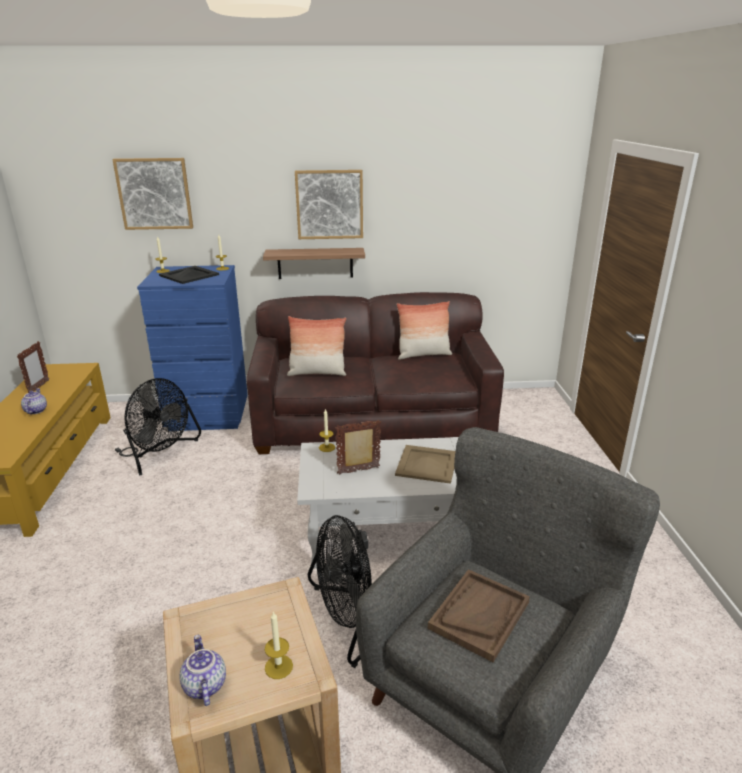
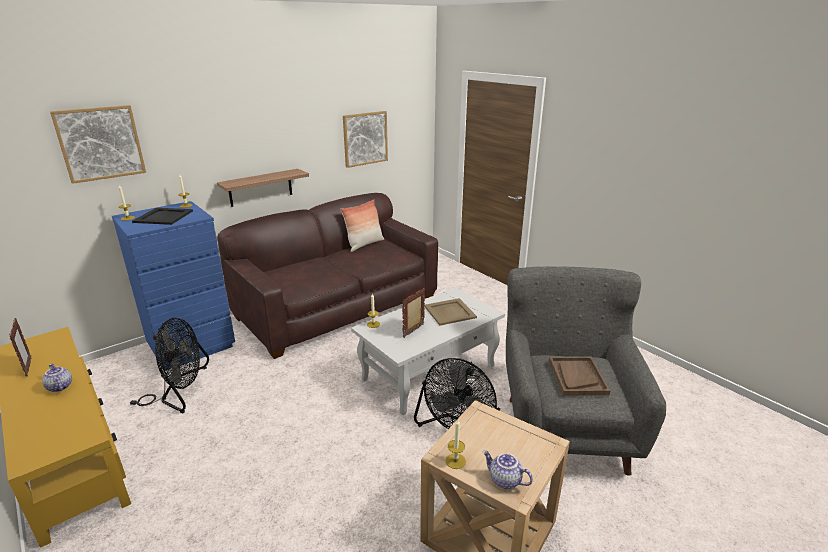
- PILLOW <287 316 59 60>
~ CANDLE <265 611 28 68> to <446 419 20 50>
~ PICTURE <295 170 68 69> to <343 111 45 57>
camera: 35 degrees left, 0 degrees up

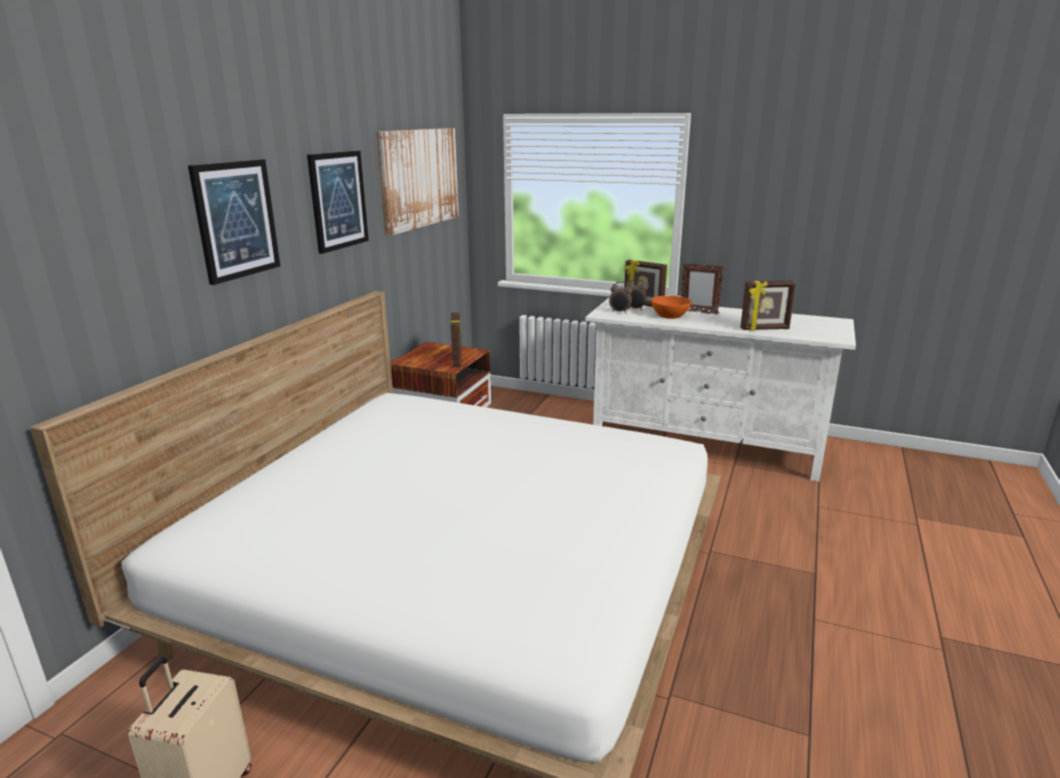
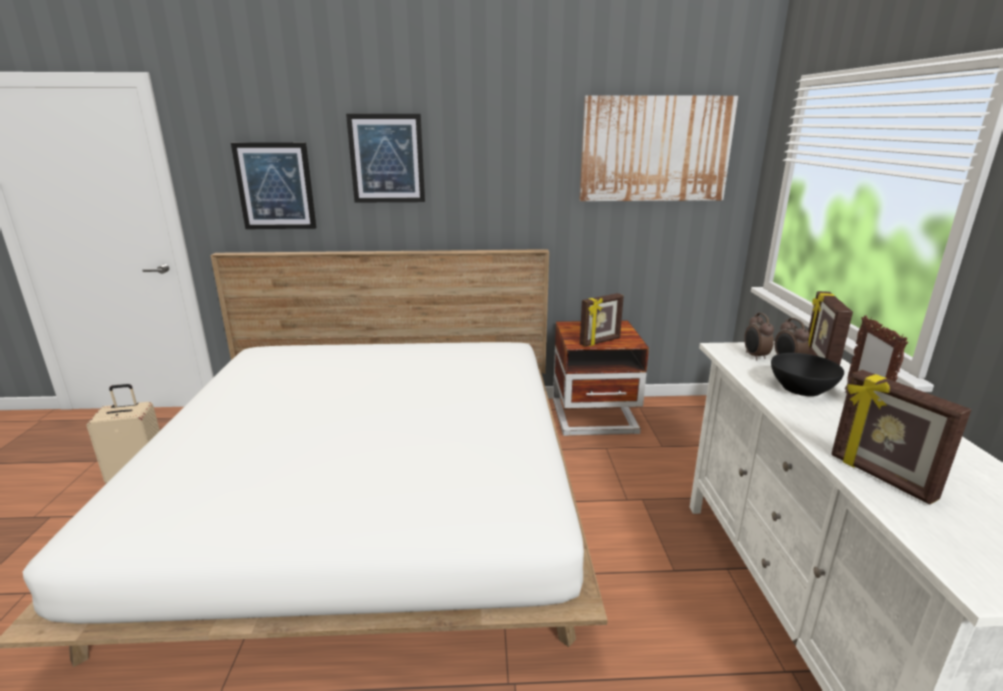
~ PICTURE <307 151 62 103> to <231 142 85 87>
~ ORANGE BOWL <651 296 40 23> to BLACK BOWL <771 353 73 43>
camera: 65 degrees right, 0 degrees up

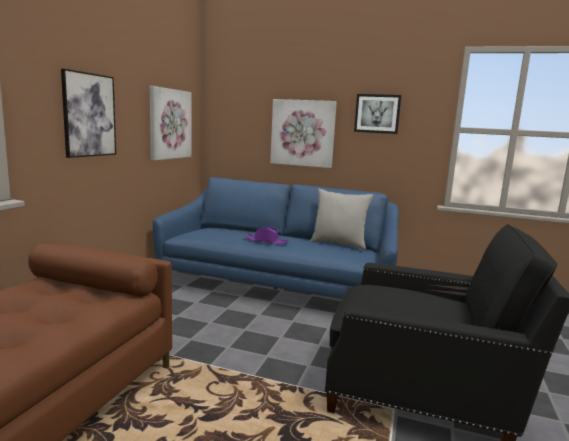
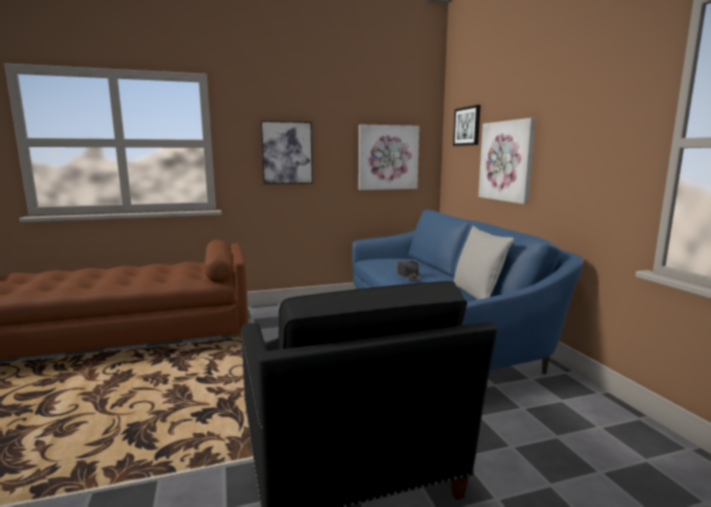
~ PICTURE <354 94 47 40> to <453 105 28 41>
~ PURPLE HAT <245 227 44 17> to BLACK HAT <396 260 25 20>
camera: 55 degrees right, 0 degrees up

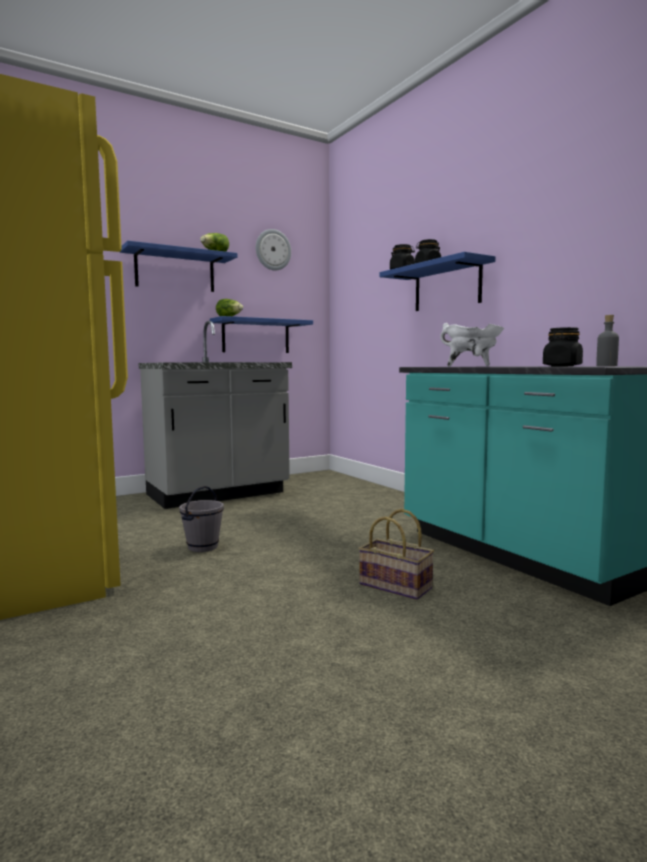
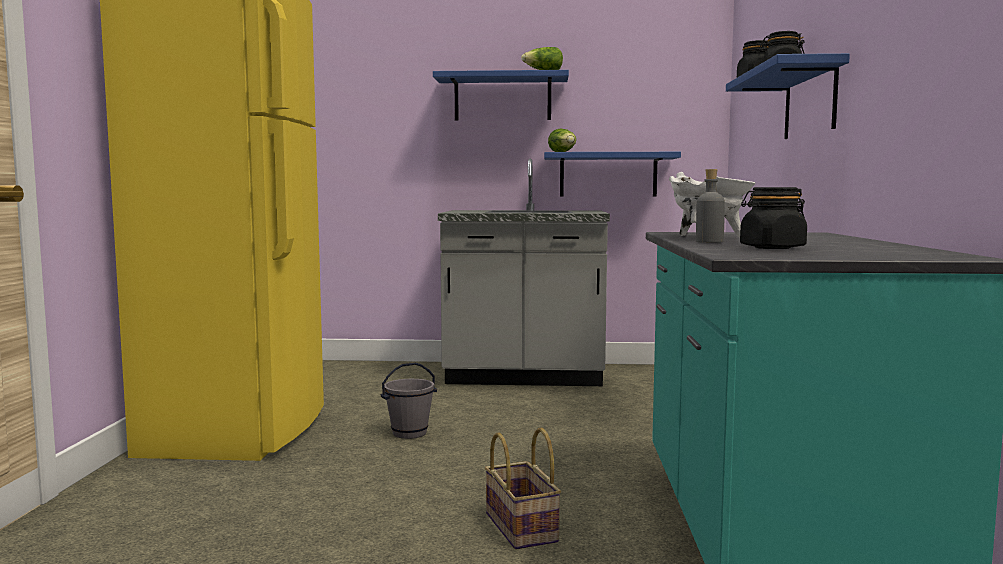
- WALL CLOCK <256 229 35 41>
~ GREY BOTTLE <596 315 23 51> to <696 169 29 74>
camera: 35 degrees right, 0 degrees up

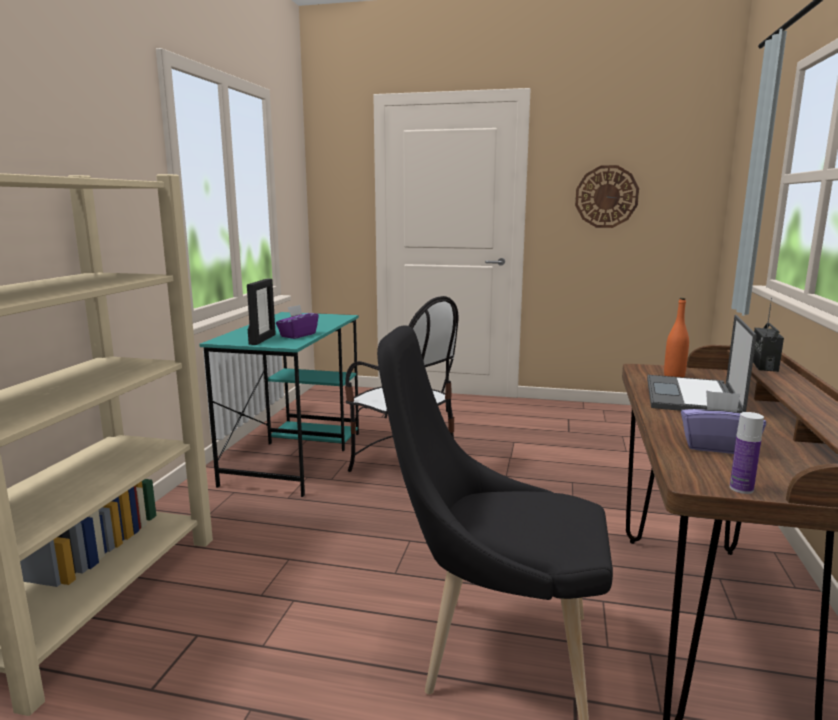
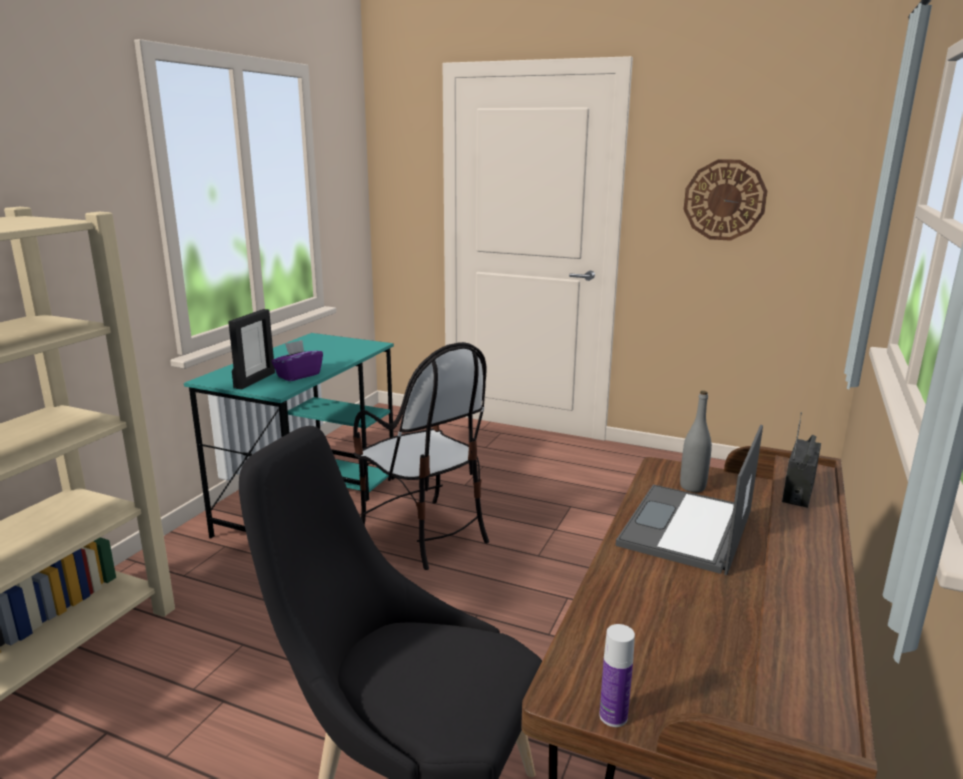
- PURPLE TISSUE BOX <681 390 85 64>
~ ORANGE BOTTLE <664 298 25 79> to GREY BOTTLE <680 391 32 101>
camera: 10 degrees right, 5 degrees up

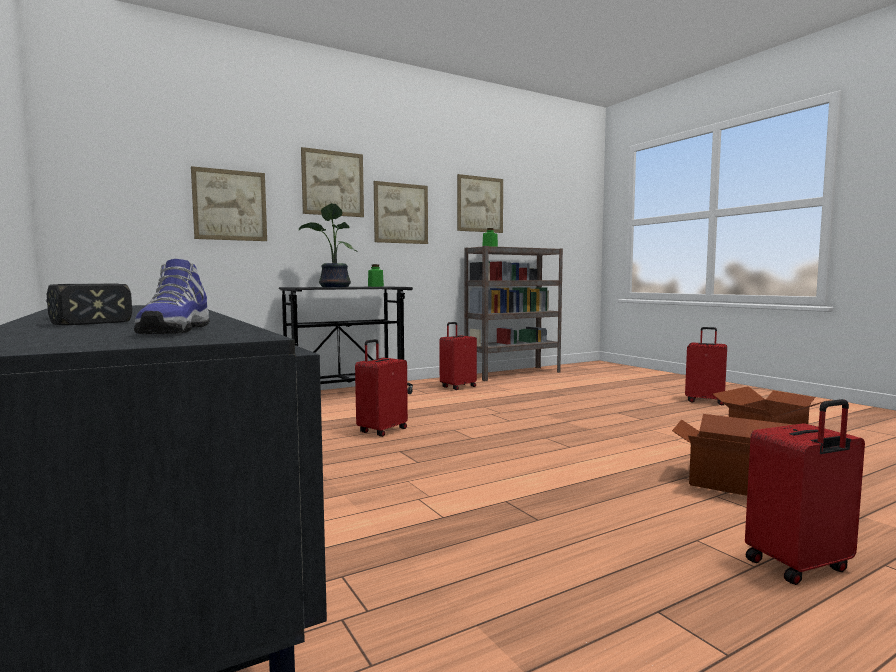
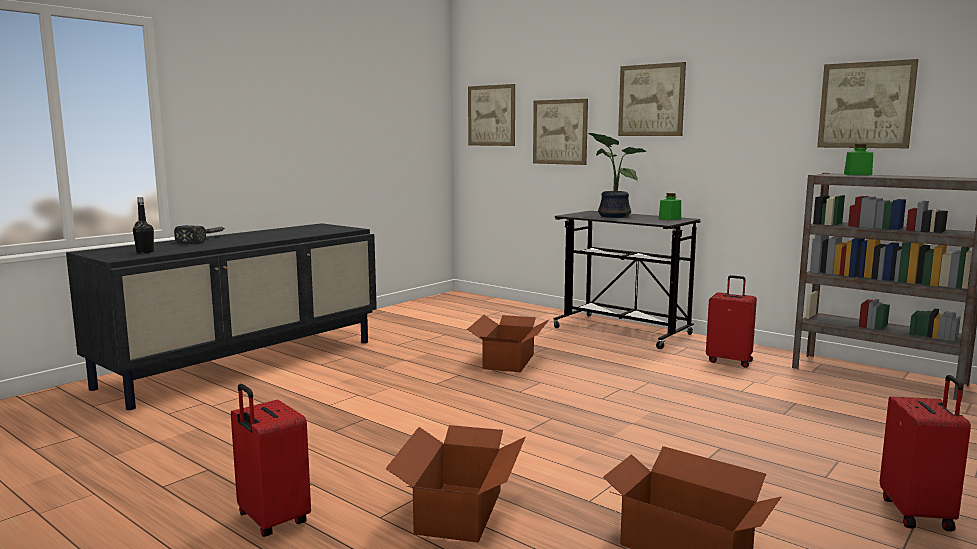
~ PICTURE <374 181 54 63> to <468 84 47 62>
~ SHOE <134 259 76 75> to BLACK BOTTLE <133 197 21 56>
~ RED SUITCASE <355 339 53 98> to CARDBOARD BOX <467 315 82 57>
camera: 70 degrees right, 5 degrees up

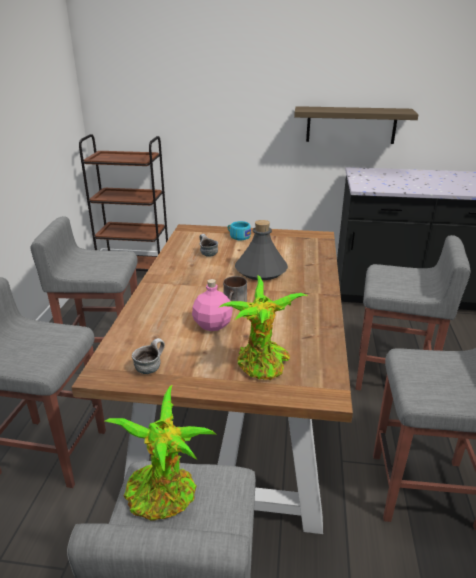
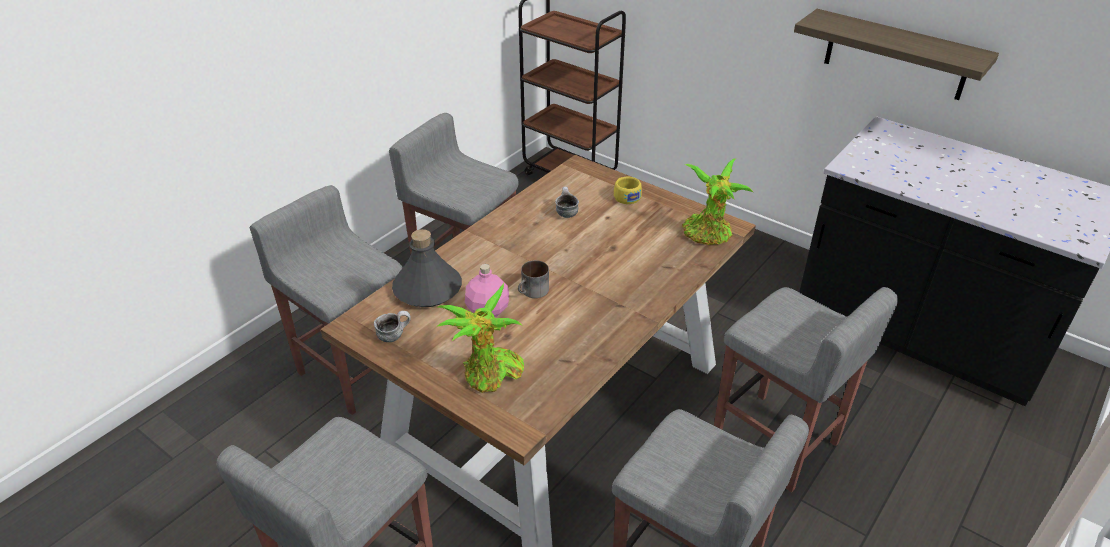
~ POTTED PLANT <105 385 111 136> to <682 158 71 87>
~ GREY BOTTLE <235 220 53 60> to <392 229 70 78>
~ TURQUOISE CUP <228 221 23 19> to YELLOW CUP <614 177 28 27>
camera: 30 degrees right, 10 degrees up

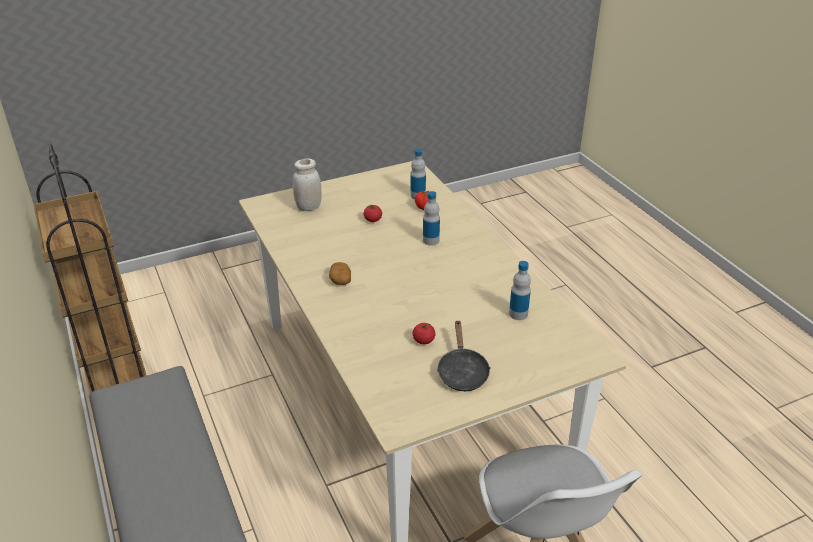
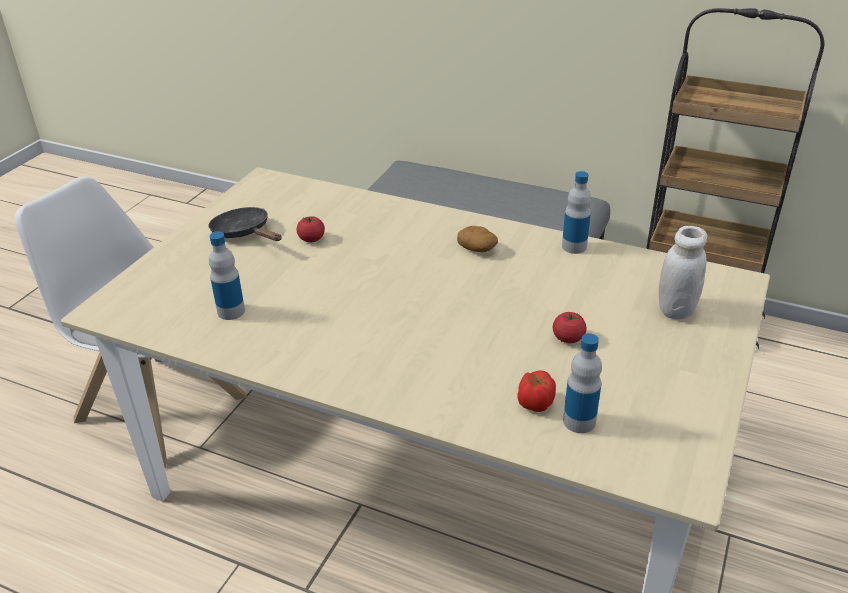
~ BOTTLE <423 191 17 55> to <562 171 29 83>
camera: 140 degrees right, 0 degrees up

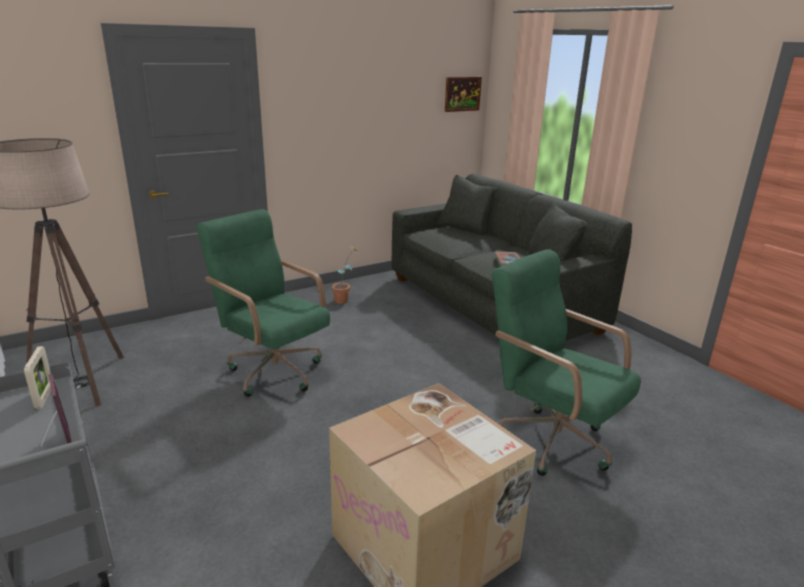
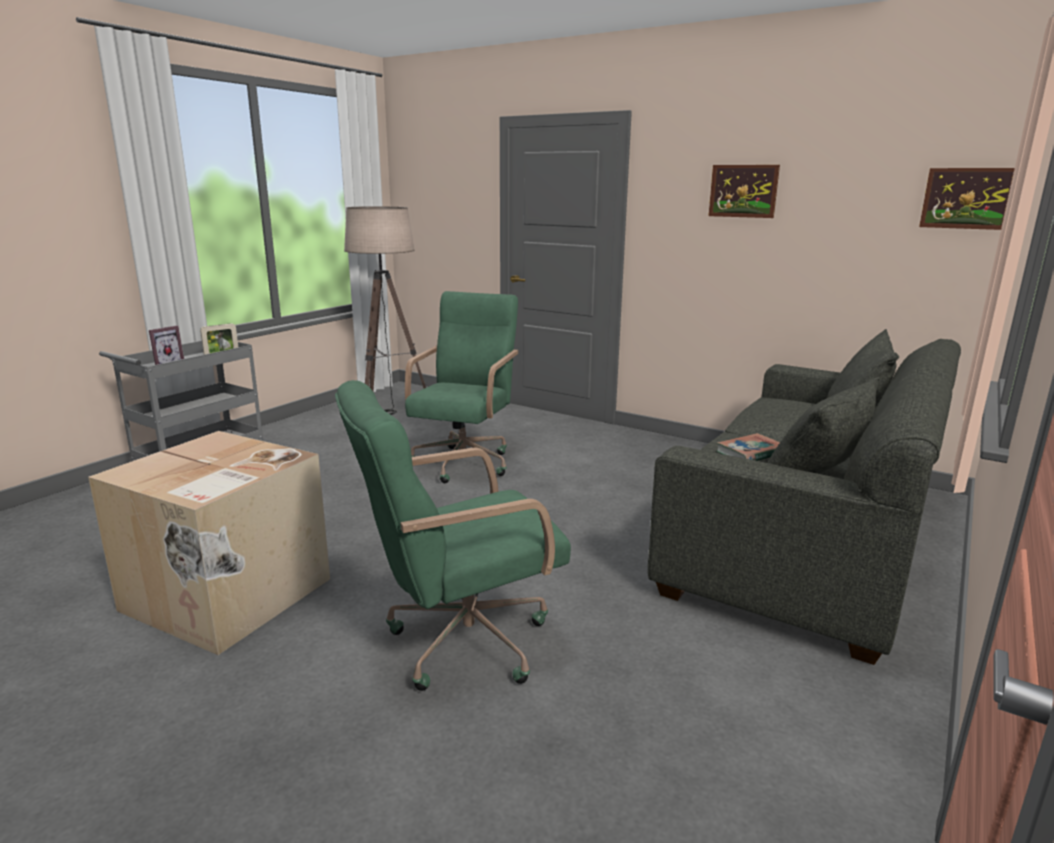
- POTTED PLANT <332 246 28 58>
+ PICTURE <708 165 72 53>
~ GREEN OFFICE CHAIR <491 249 150 227> = <335 380 236 311> 135 degrees counterclockwise
camera: 65 degrees right, 5 degrees down

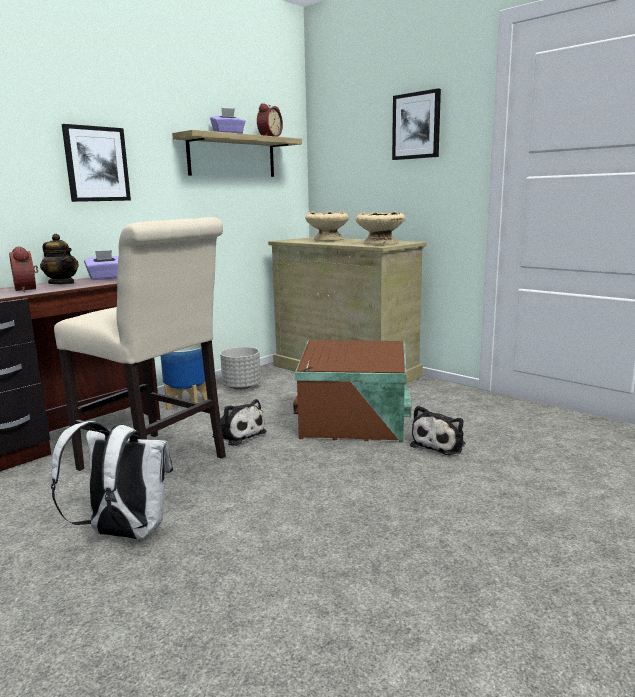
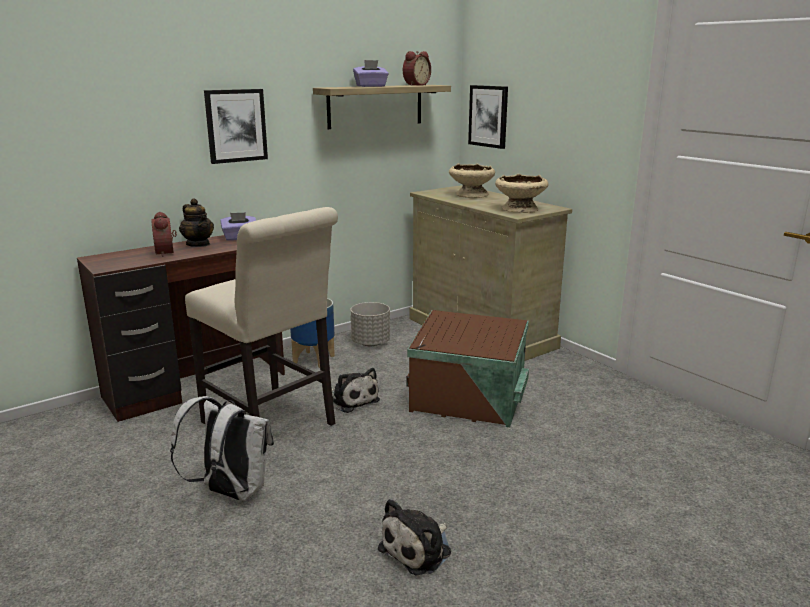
~ PICTURE <392 88 49 72> to <468 85 40 64>
~ PLUSH TOY <410 406 55 49> to <378 499 73 77>
camera: 10 degrees right, 5 degrees up

